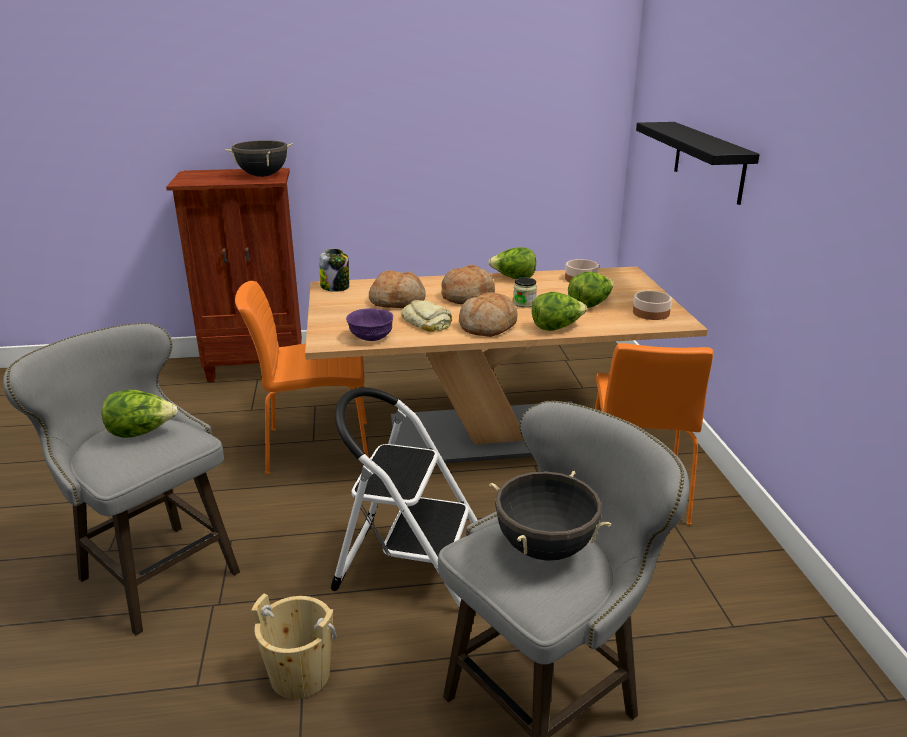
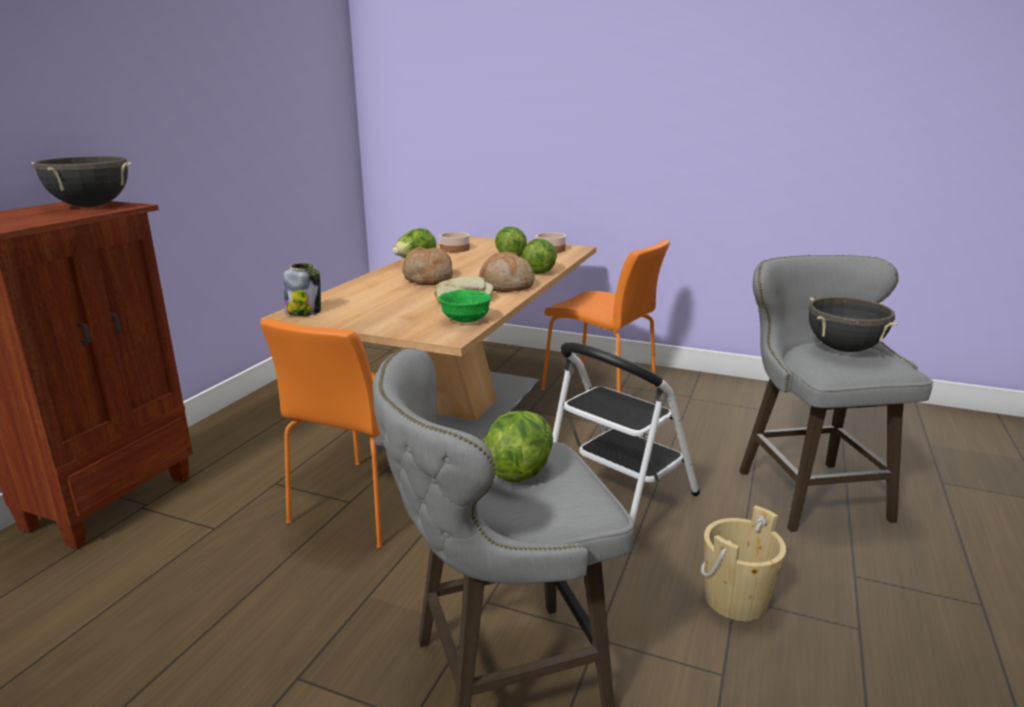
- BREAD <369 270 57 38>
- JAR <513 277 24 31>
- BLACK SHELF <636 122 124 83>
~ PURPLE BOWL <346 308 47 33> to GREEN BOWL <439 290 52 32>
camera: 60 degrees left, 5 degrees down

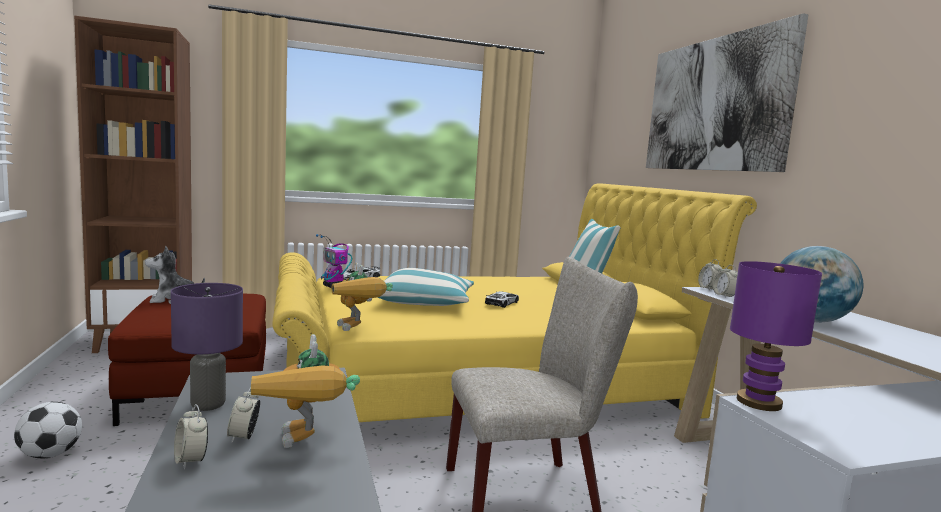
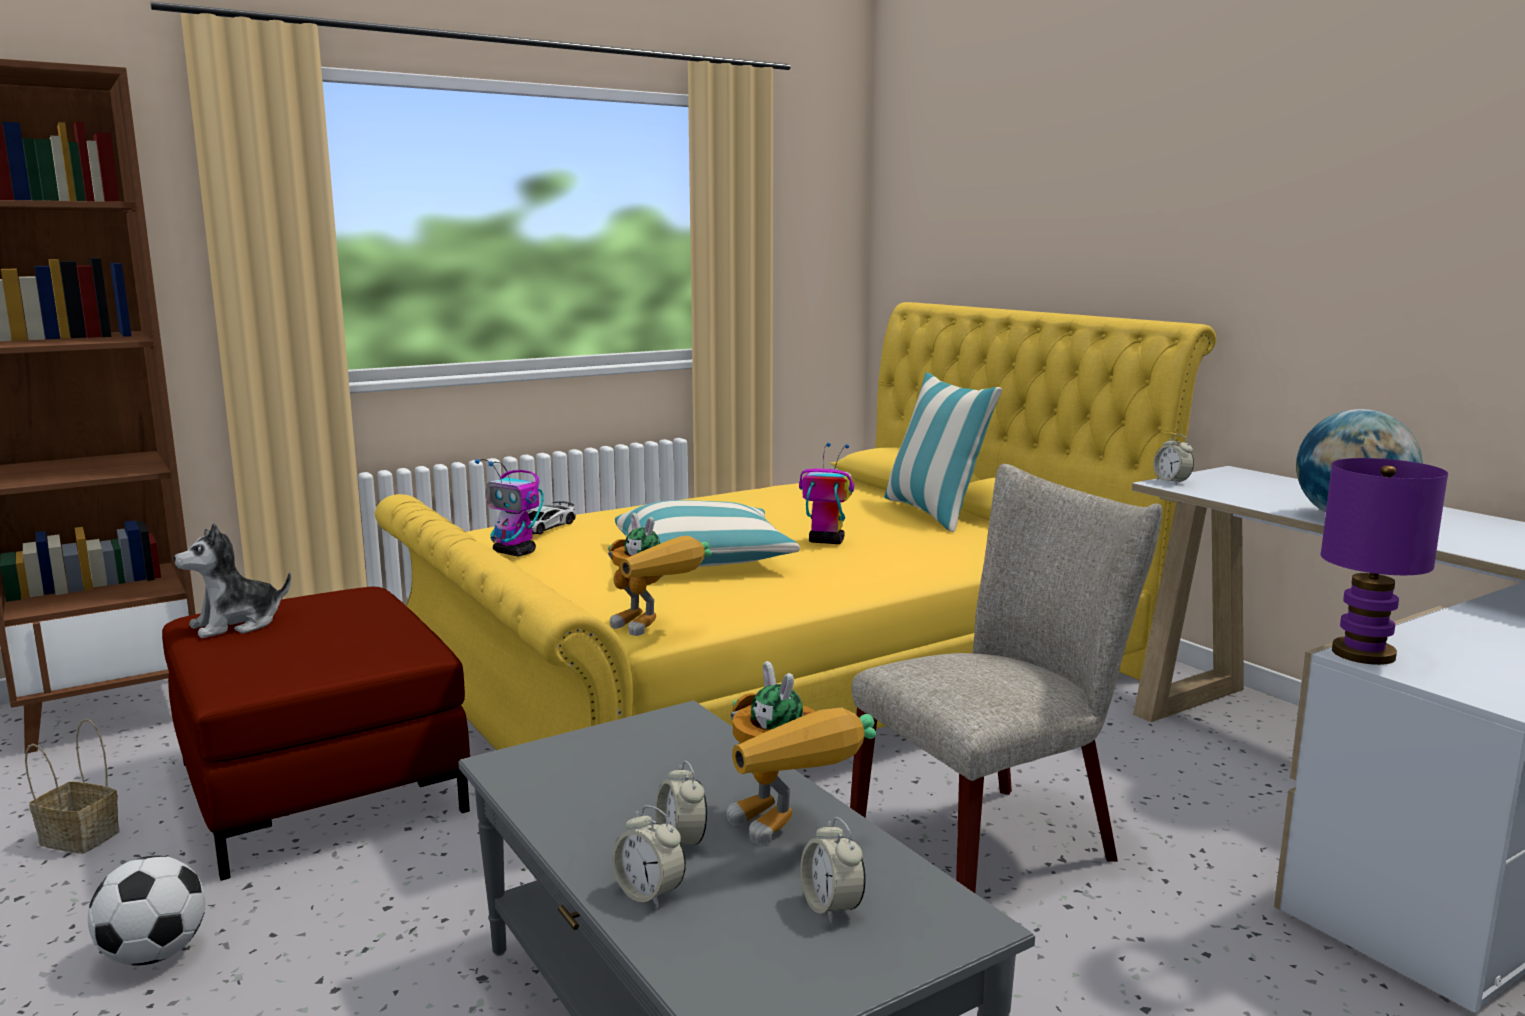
- PURPLE TABLE LAMP <171 283 72 128>
- PICTURE <646 13 162 159>
+ BASKET <25 719 95 135>
~ ALARM CLOCK <713 265 25 33> to <800 817 66 106>
~ TOY CAR <485 291 34 17> to TOY ROBOT <799 443 55 101>
camera: 15 degrees left, 5 degrees up

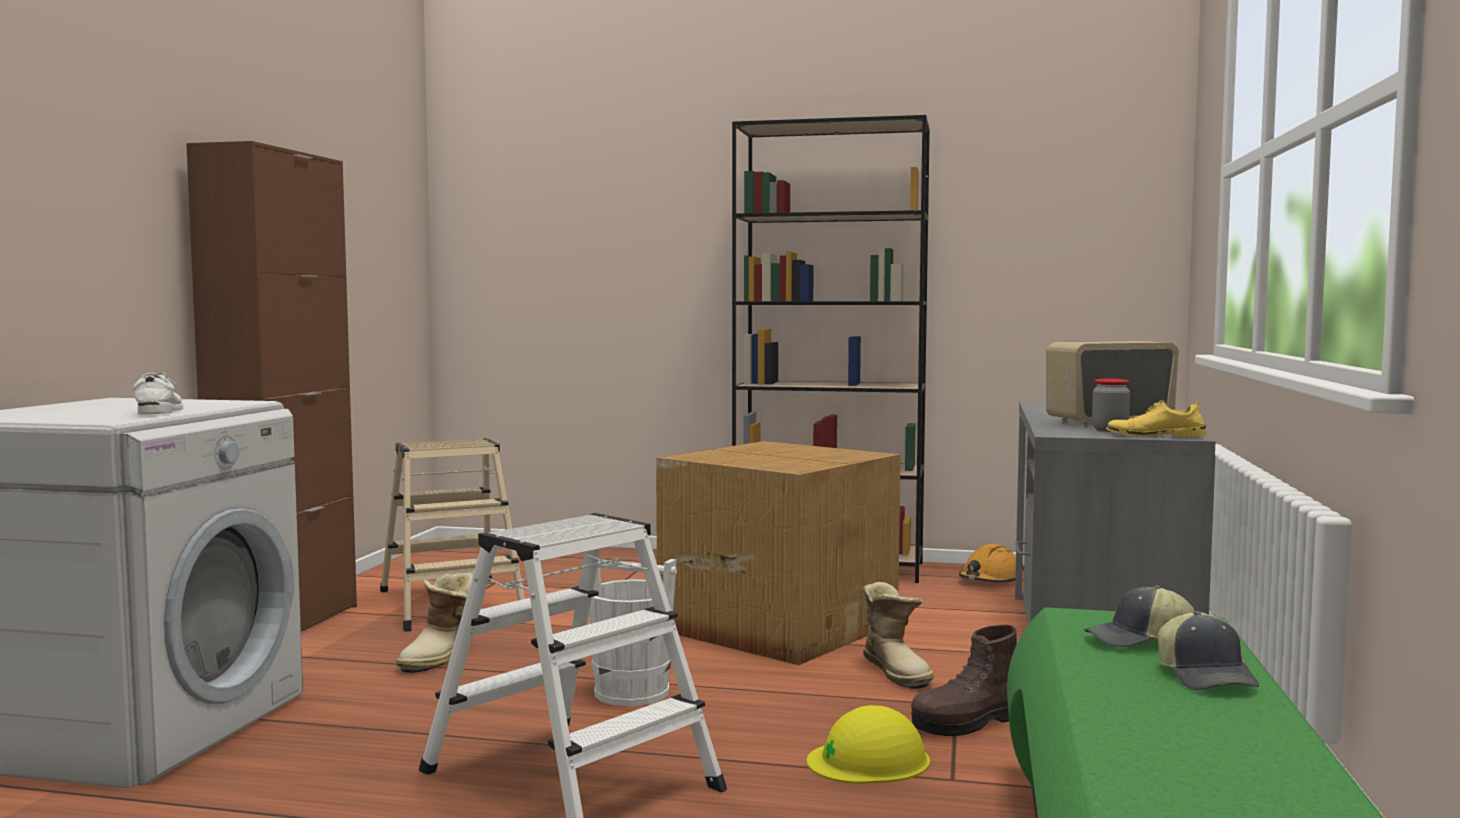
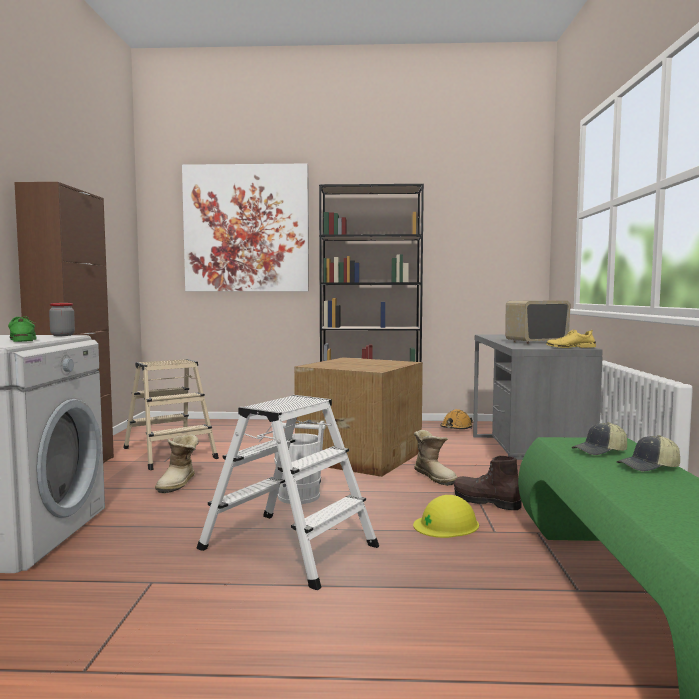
+ PICTURE <182 164 127 128>
~ JAR <1092 379 38 53> to <49 303 26 33>
~ WHITE SHOE <133 372 50 42> to GREEN SHOE <8 316 29 26>
~ BROWN BOOT <911 625 106 111> = <454 456 67 54> 75 degrees clockwise
~ CAP <1158 611 101 79> = <617 435 63 37> 90 degrees clockwise
camera: 10 degrees left, 0 degrees up

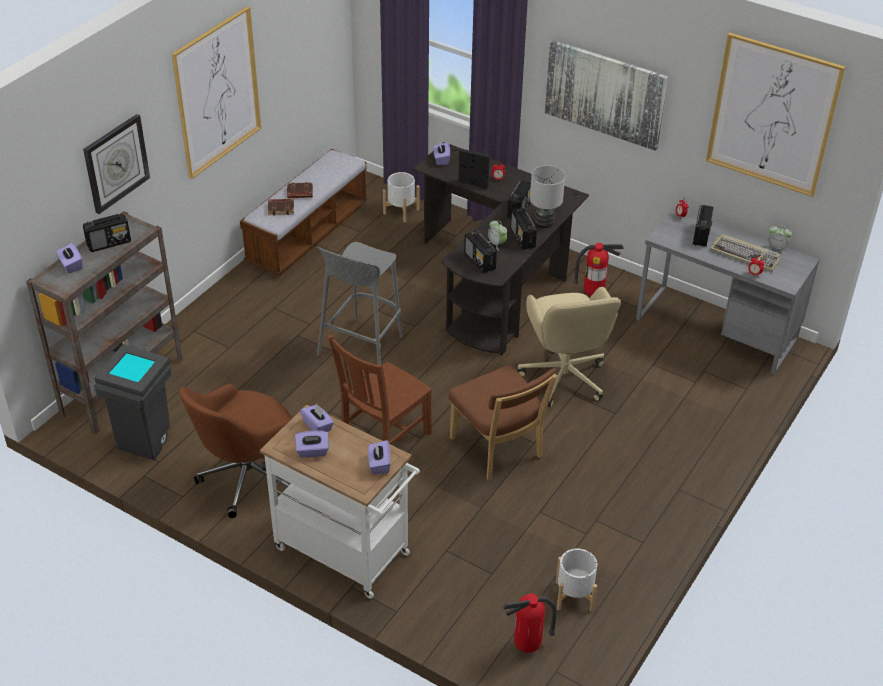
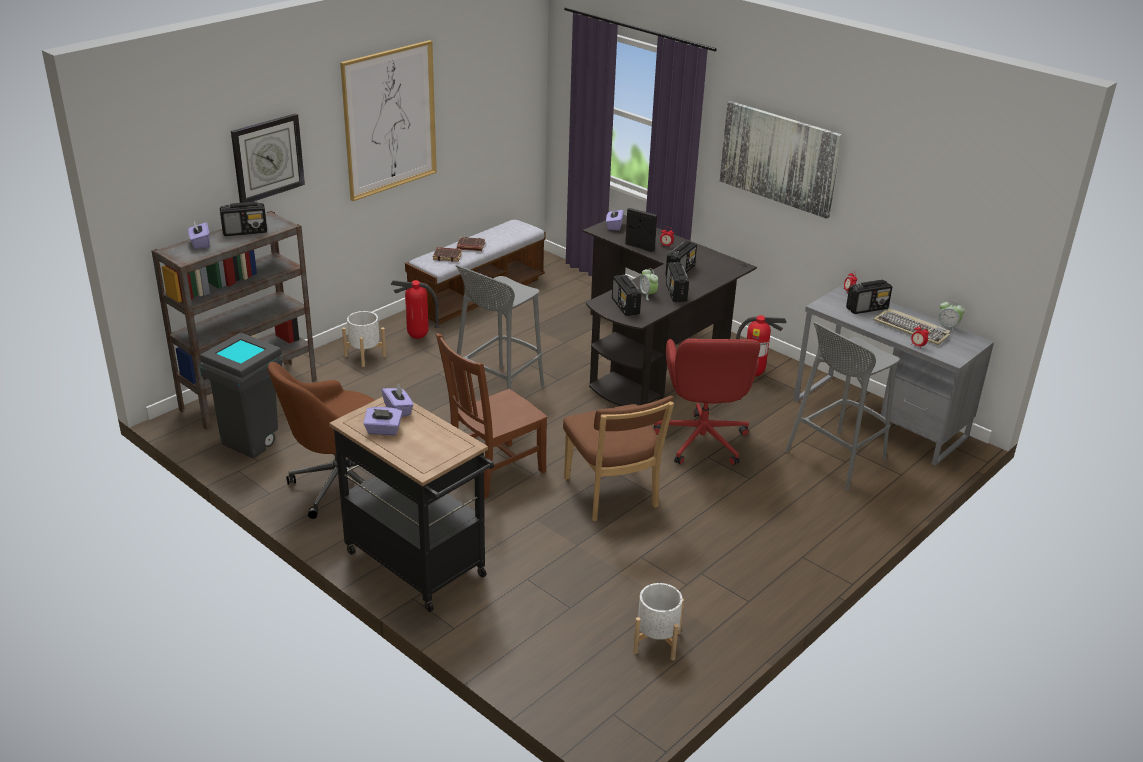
- PURPLE TISSUE BOX <368 440 22 34>
- GREY TABLE LAMP <530 165 35 63>
- PICTURE <706 32 139 165>
+ GREY STOOL <785 322 115 168>
~ WHITE PLANTER <383 172 36 50> to <342 311 44 56>
~ FIRE EXTINGUISHER <502 593 55 60> to <391 280 48 59>
~ WHITE CART <260 405 160 194> to BLACK CART <329 397 165 215>
~ BEIGE OFFICE CHAIR <518 287 103 120> to RED OFFICE CHAIR <654 339 106 126>
~ RADIO <693 205 21 42> = <846 280 46 34> 45 degrees clockwise
camera: 10 degrees right, 10 degrees down

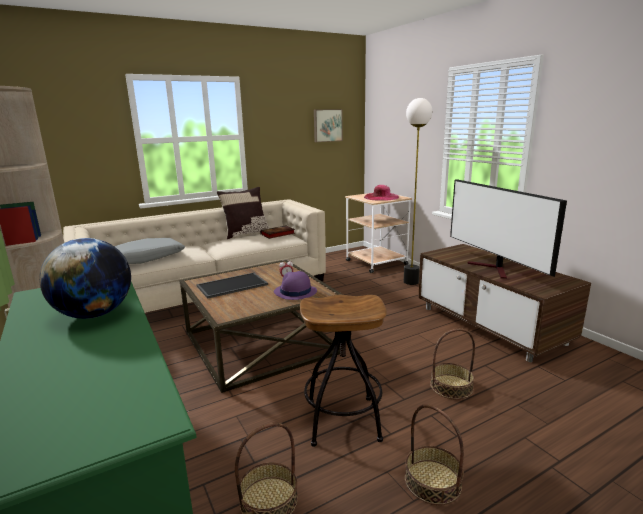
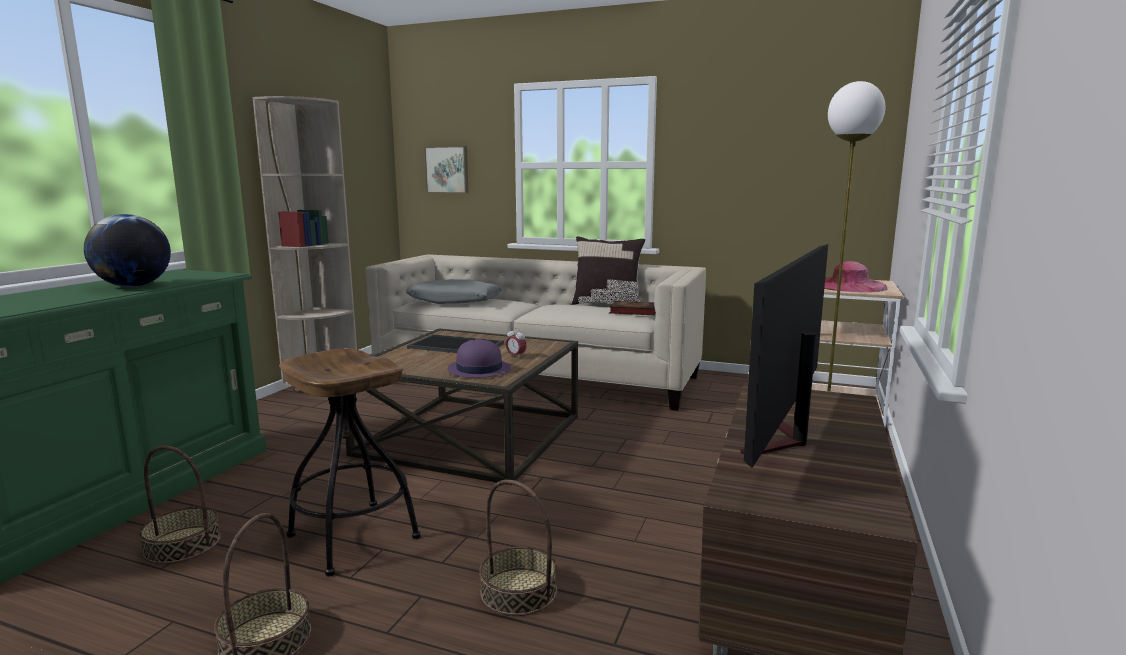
~ PICTURE <314 109 29 33> to <424 146 45 47>
camera: 50 degrees right, 5 degrees down

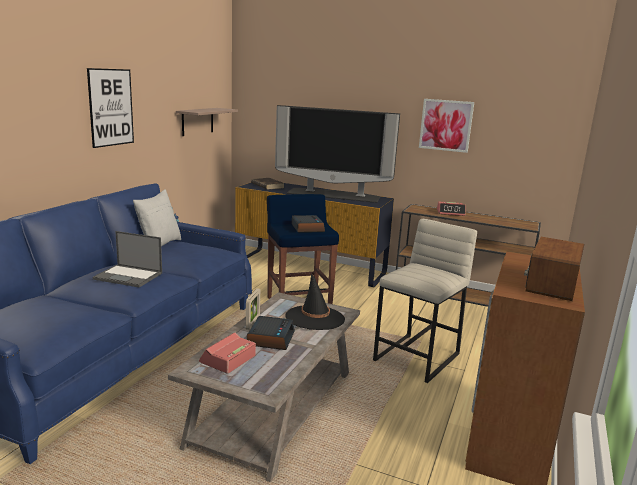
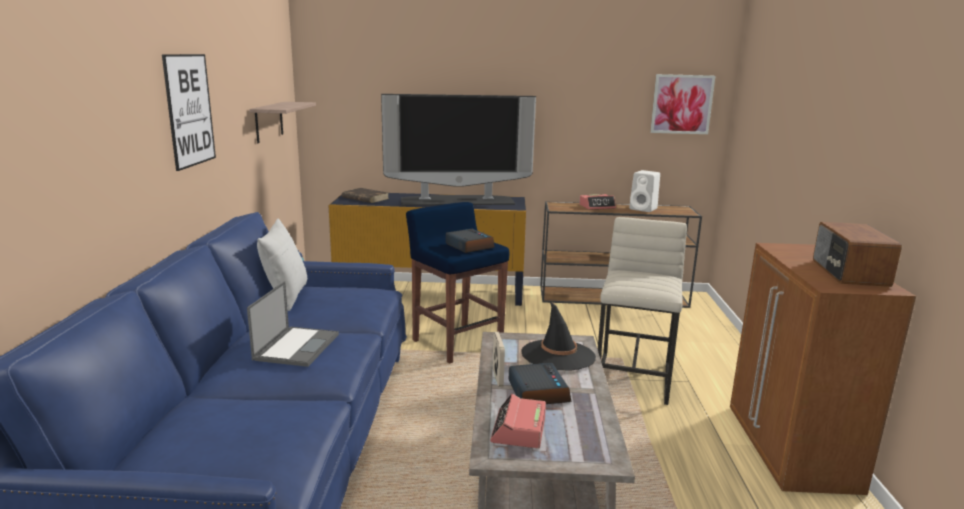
+ WHITE SPEAKER <629 170 31 42>
~ PICTURE <419 99 55 54> to <650 74 65 60>
~ LAPTOP <93 231 69 56> = <247 281 92 86> 75 degrees counterclockwise
camera: 20 degrees left, 0 degrees up

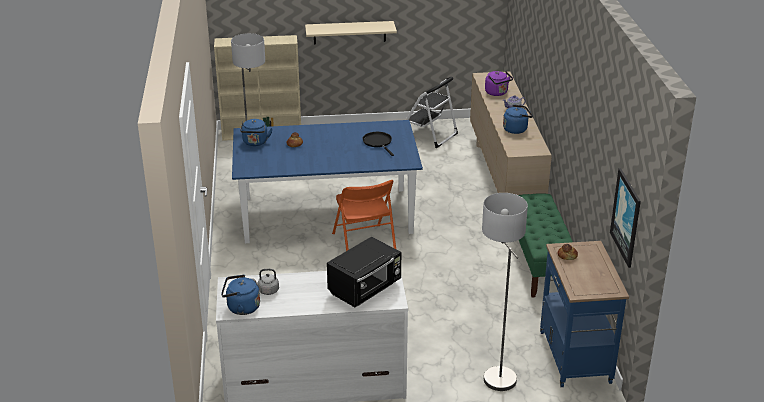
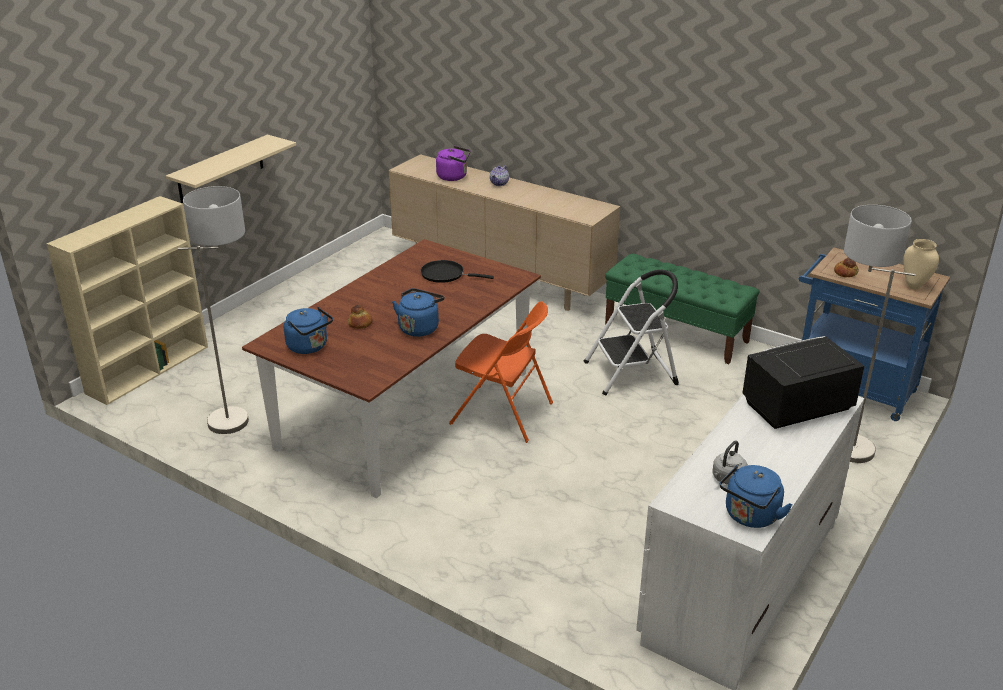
- PICTURE <610 168 31 100>
+ BEIGE VASE <903 239 36 50>
~ STEP LADDER <406 77 52 71> to <583 270 96 125>
~ BLUE KETTLE <503 105 30 29> to <392 288 52 49>
~ BLUE DINING TABLE <232 120 191 123> to BROWN DINING TABLE <242 239 299 259>
~ BLACK MICROWAVE <327 236 74 71> = <742 336 123 93> 105 degrees counterclockwise
camera: 50 degrees left, 0 degrees up

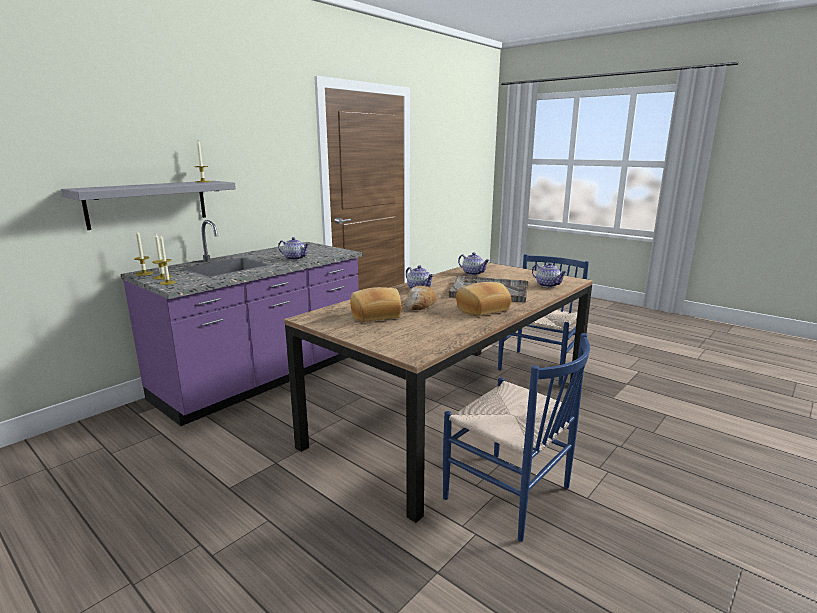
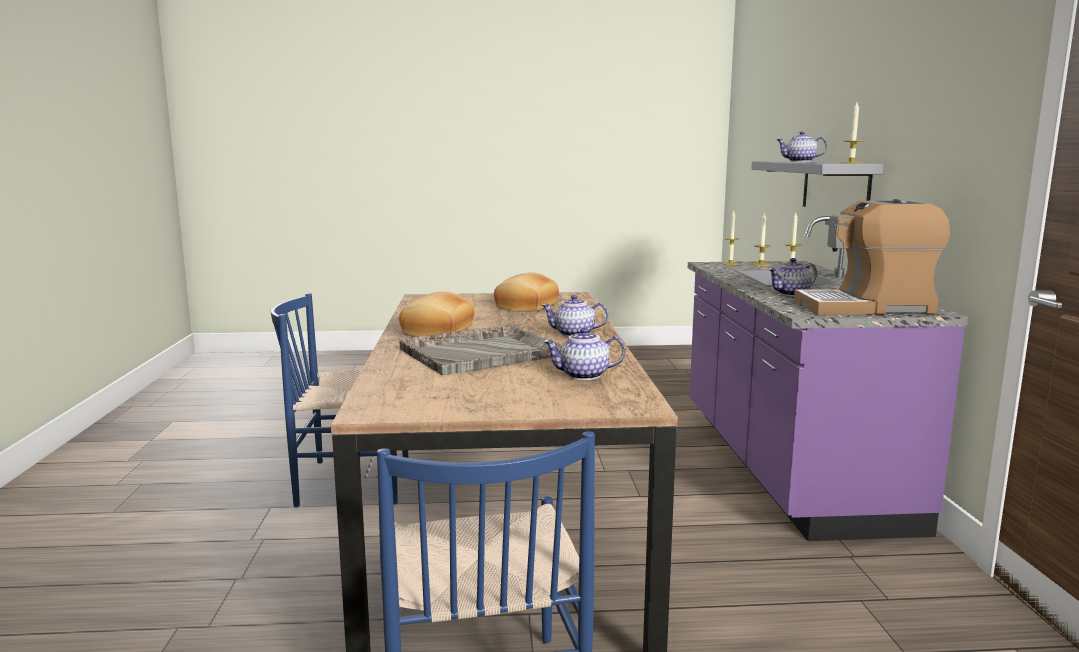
- BREAD <405 285 32 25>
+ COFFEE MACHINE <794 199 156 116>
~ TEAPOT <532 262 35 26> to <777 131 50 31>
camera: 135 degrees right, 5 degrees down

